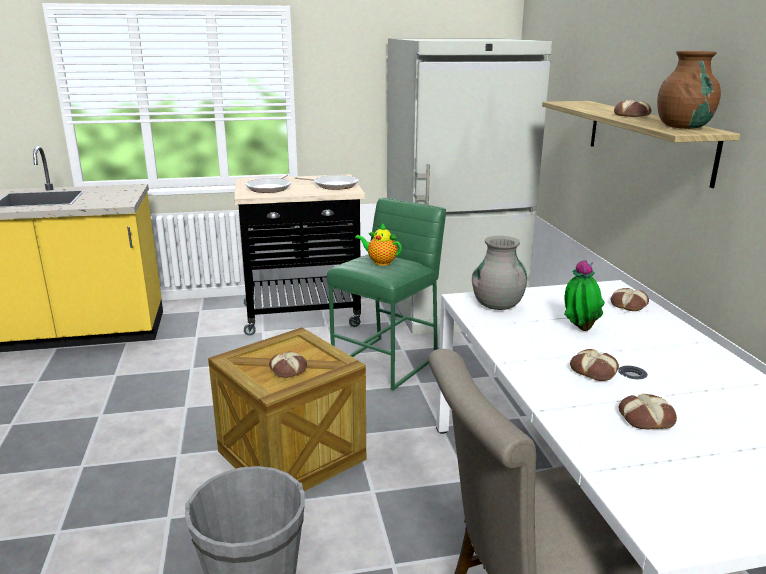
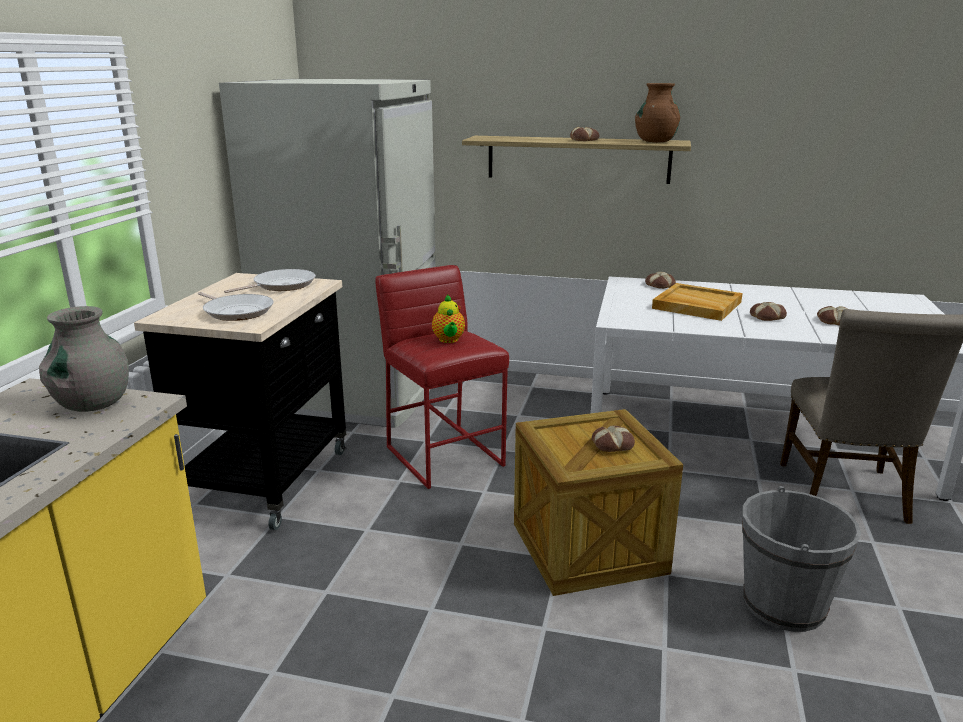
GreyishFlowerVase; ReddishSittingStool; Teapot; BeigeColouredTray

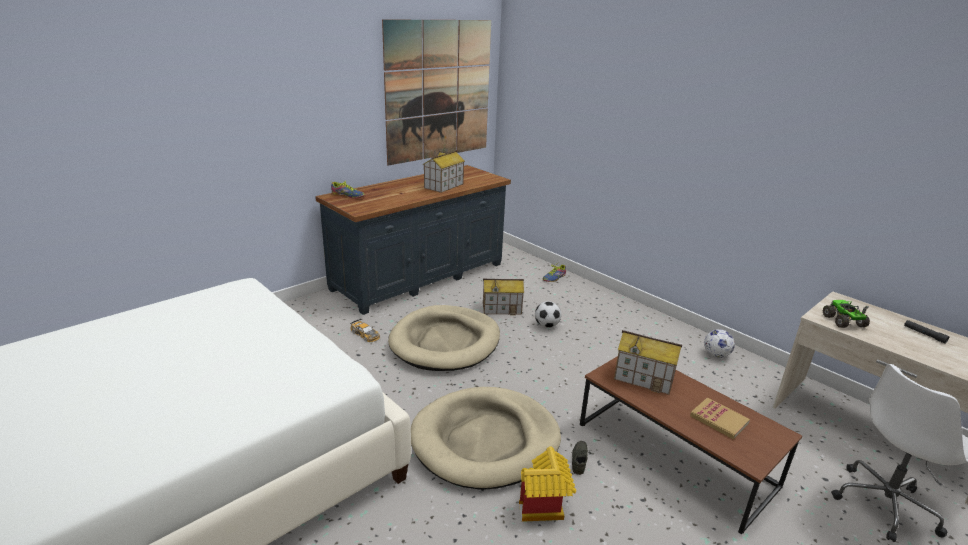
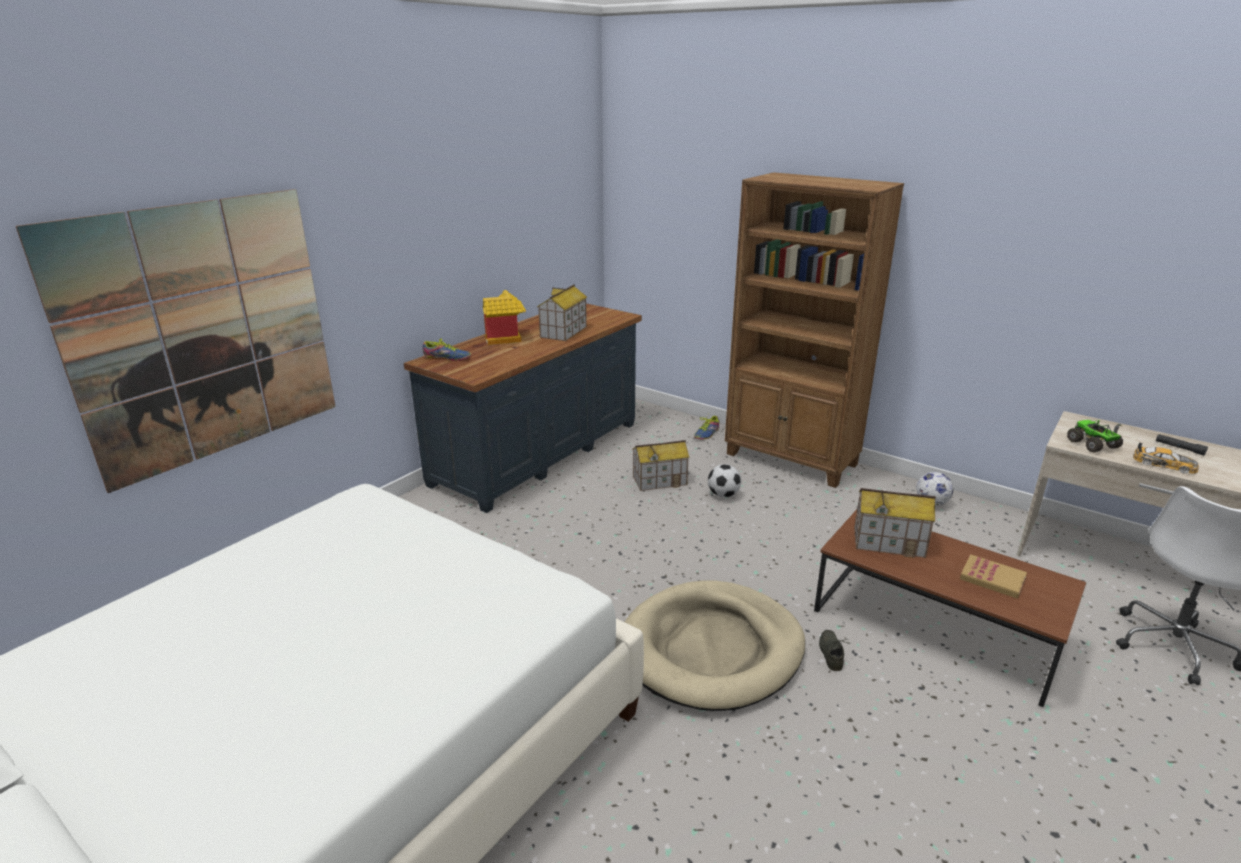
Picture; ToyHouse (1st from left); BrownBookcase; MiniatureCar; BeigeColouredDogBed (1st from left in the first image)

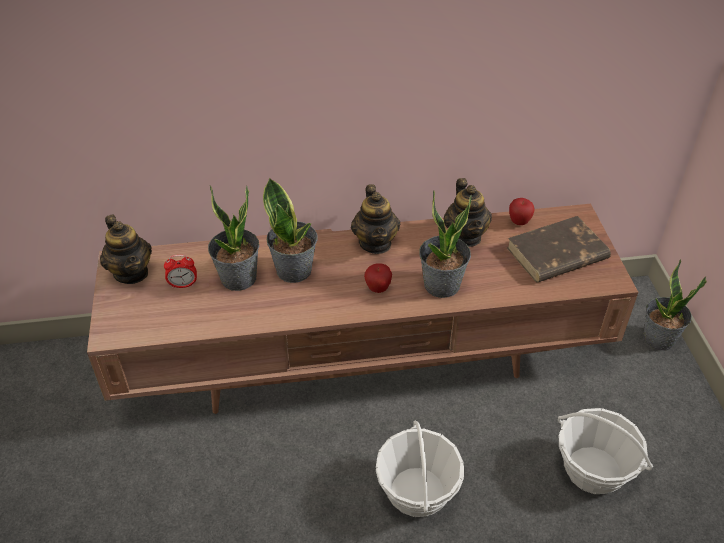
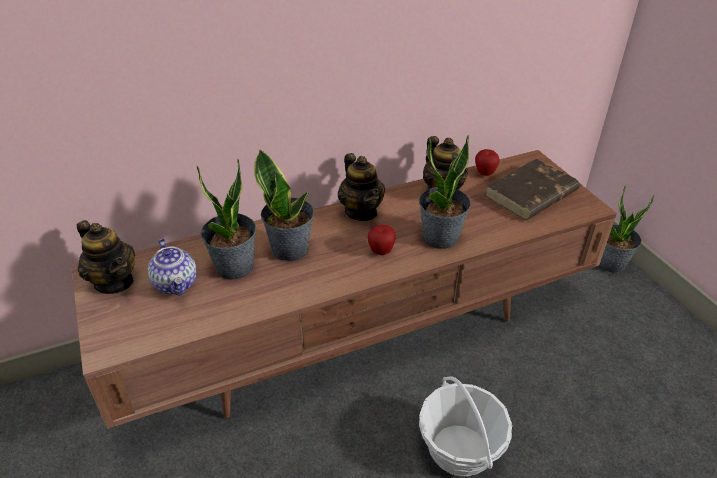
Teapot (2nd from left); StorageBasket (2nd from left in the first image)

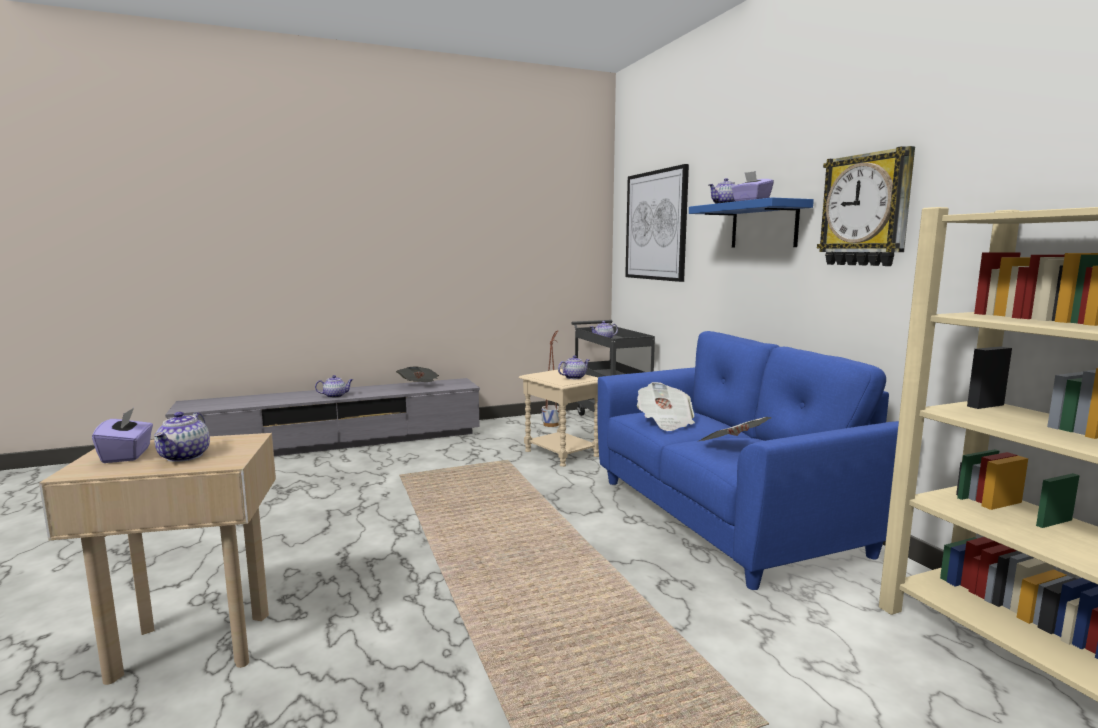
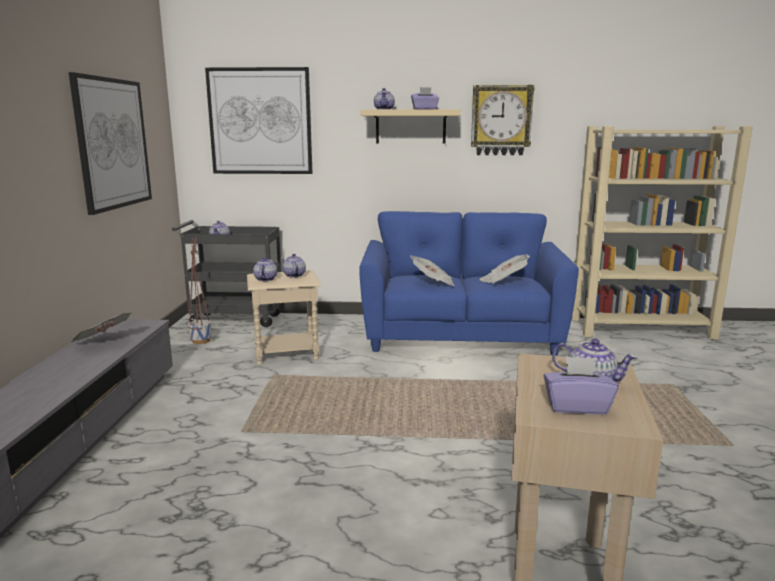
Picture (1st from left); Teapot (2nd from left); BeigeColouredBracketShelf

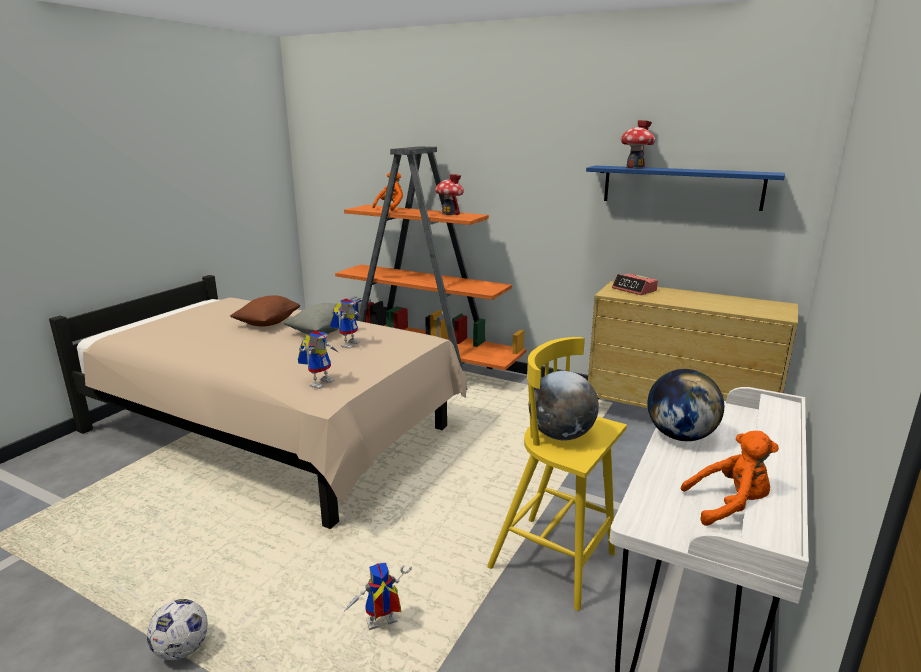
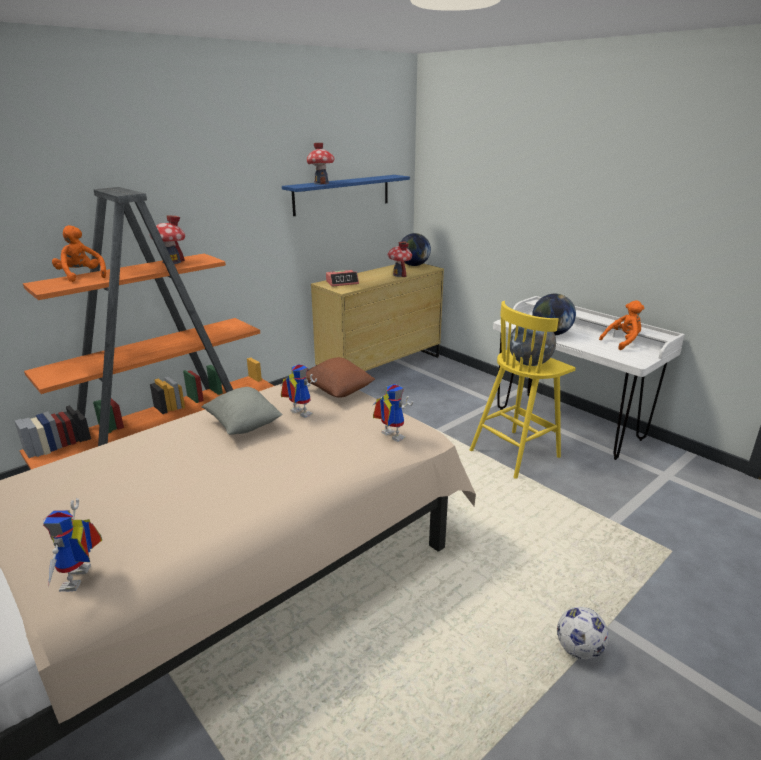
ModelRobot (1st from left); BrownThrowPillow; ToyHouse (3rd from left); WorldGlobe (1st from left); OrangeyCuddlyToy (2nd from left)

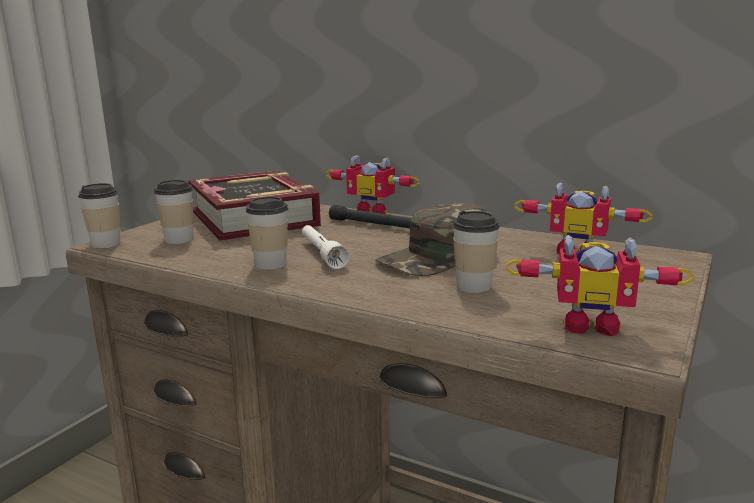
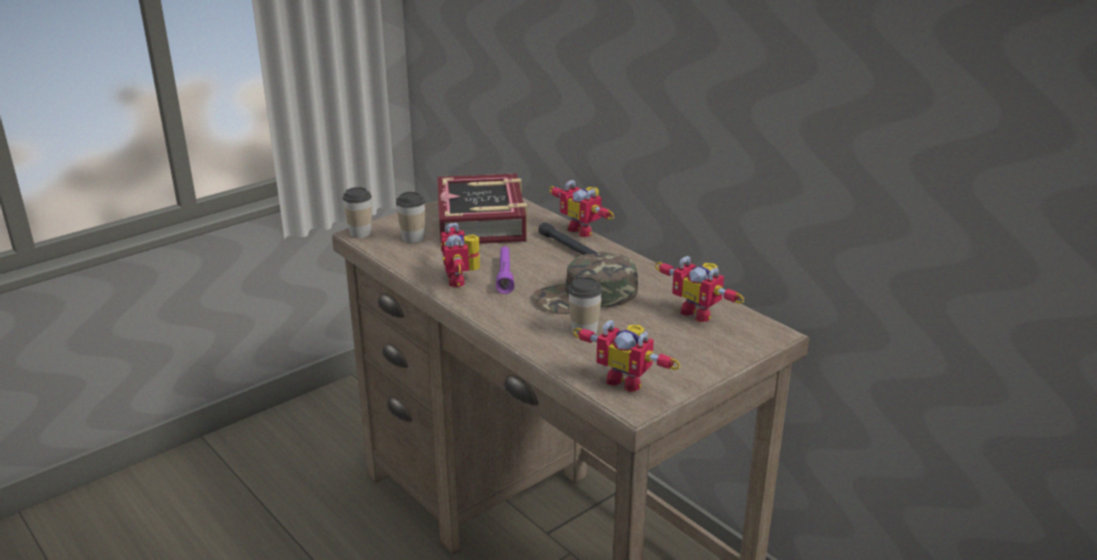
ModelRobot (1st from left); PurplishHandTorch

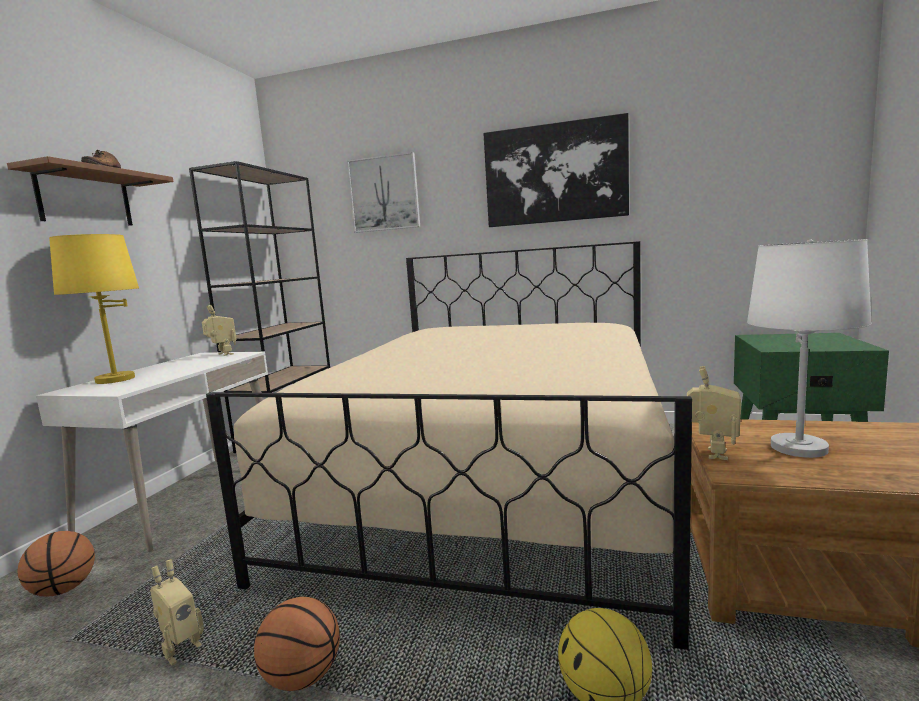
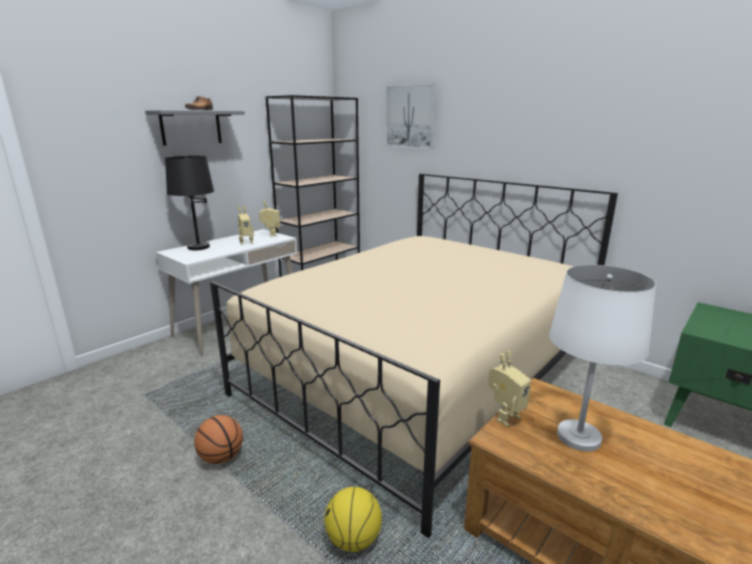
GreyishBracketShelf; BlackColouredTabletopLamp; ModelRobot (1st from left); Basketball (1st from left in the first image); Picture (2nd from left in the first image)

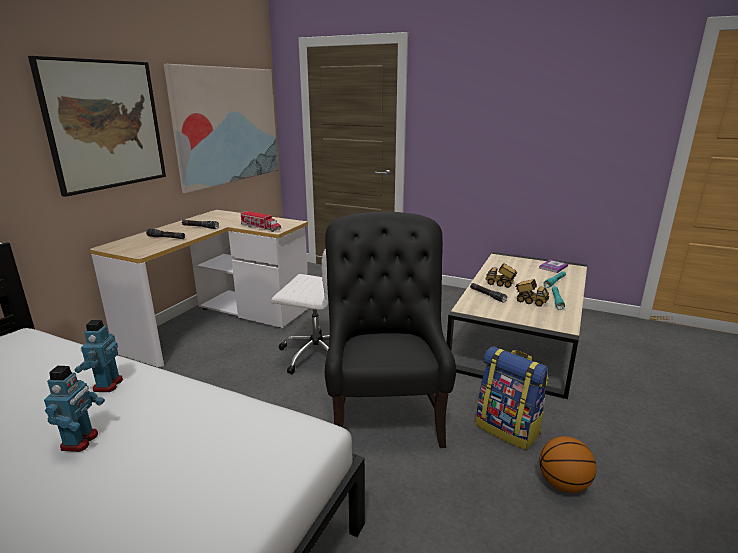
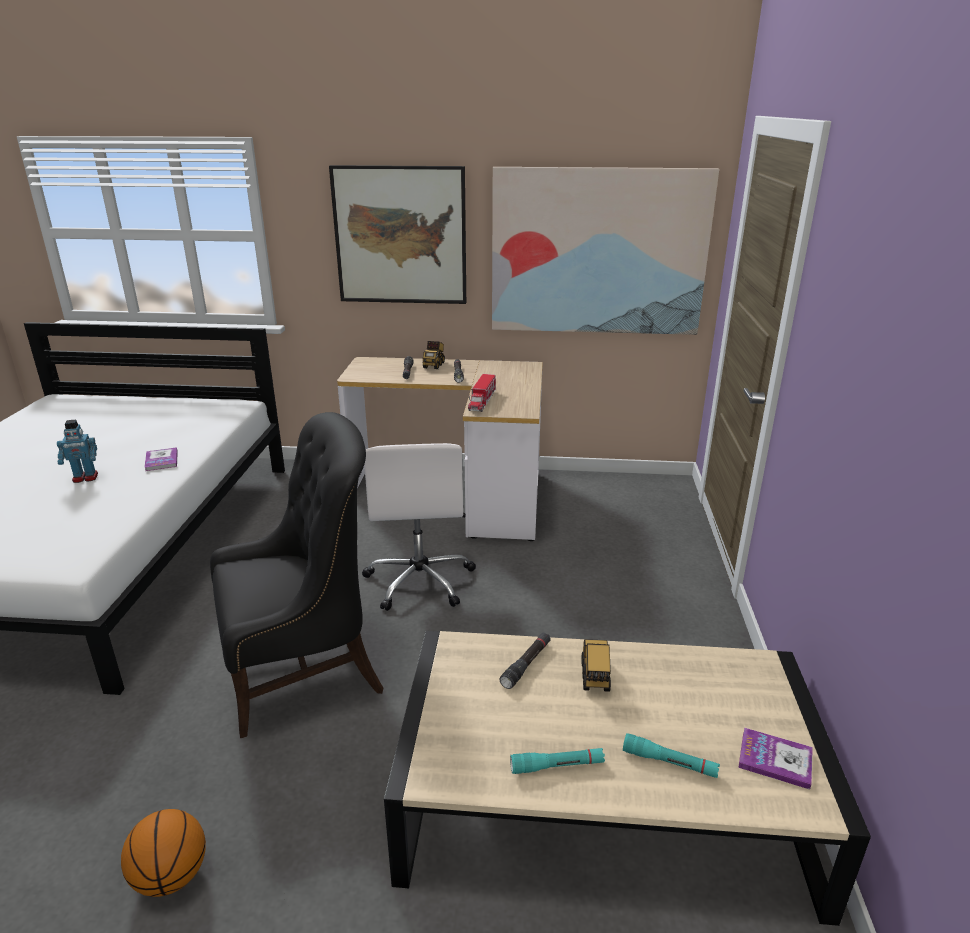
Volume (1st from left); ToyTruck (1st from left); Knapsack

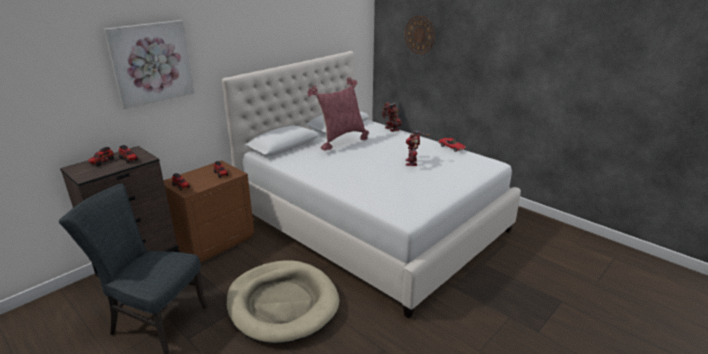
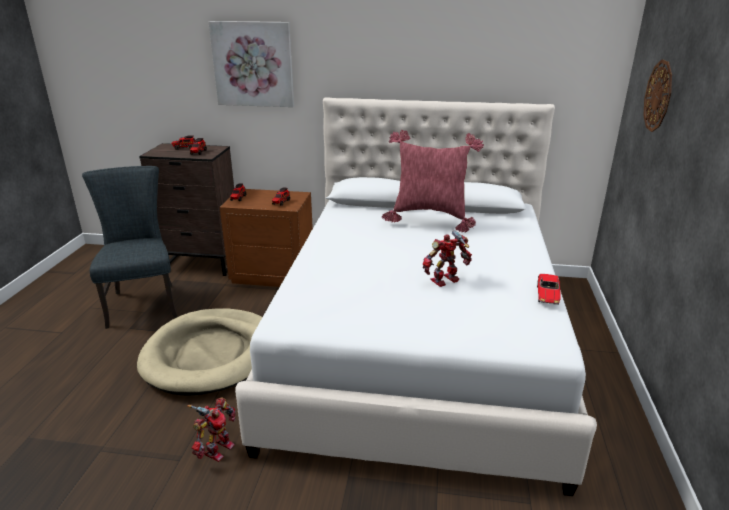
ModelRobot (1st from left)

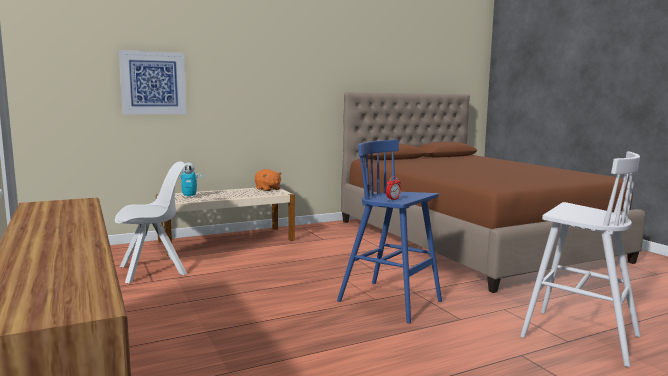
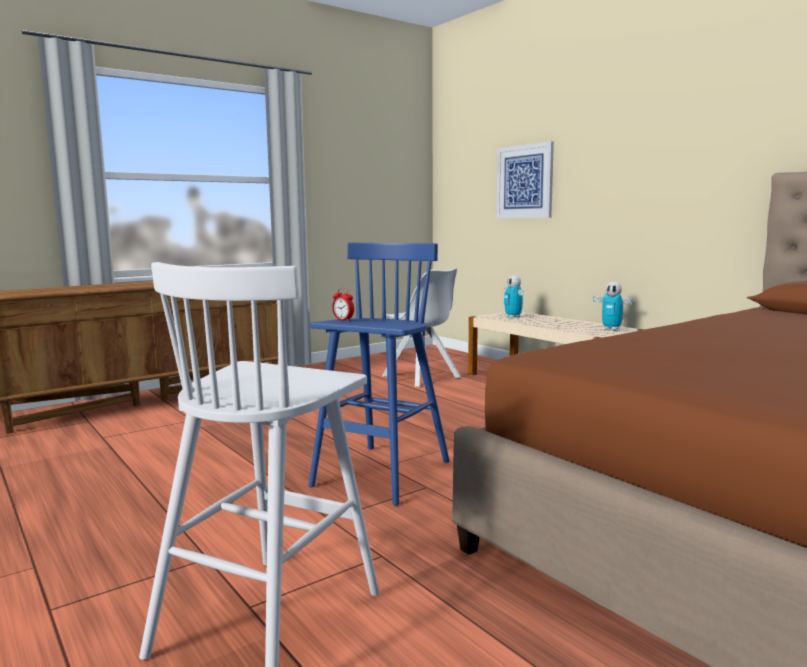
ModelRobot (2nd from left)

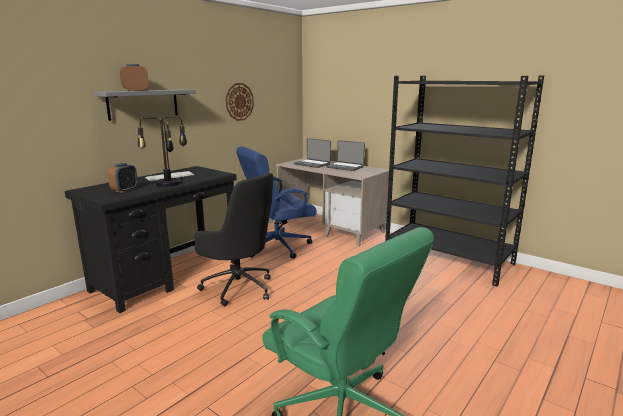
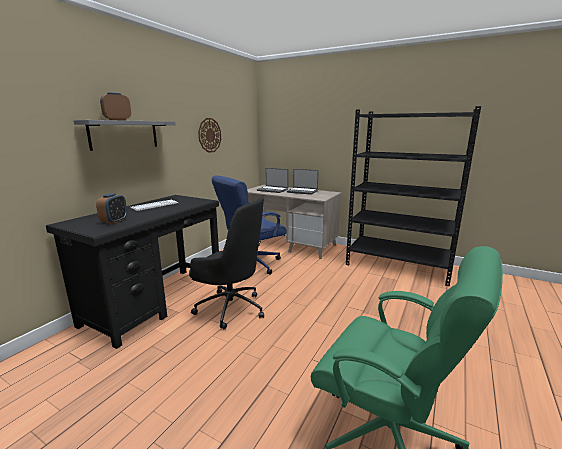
TabletopLamp

